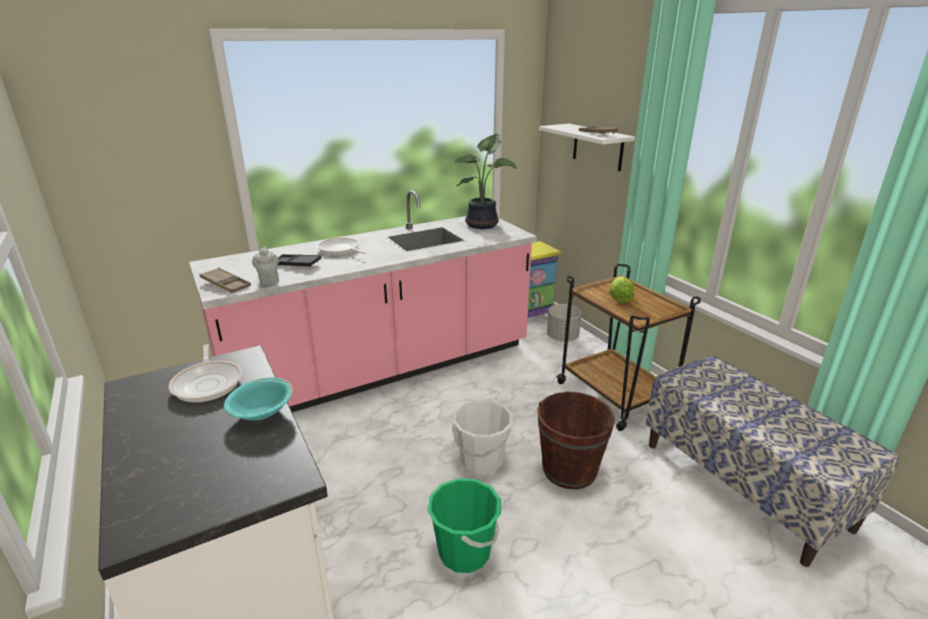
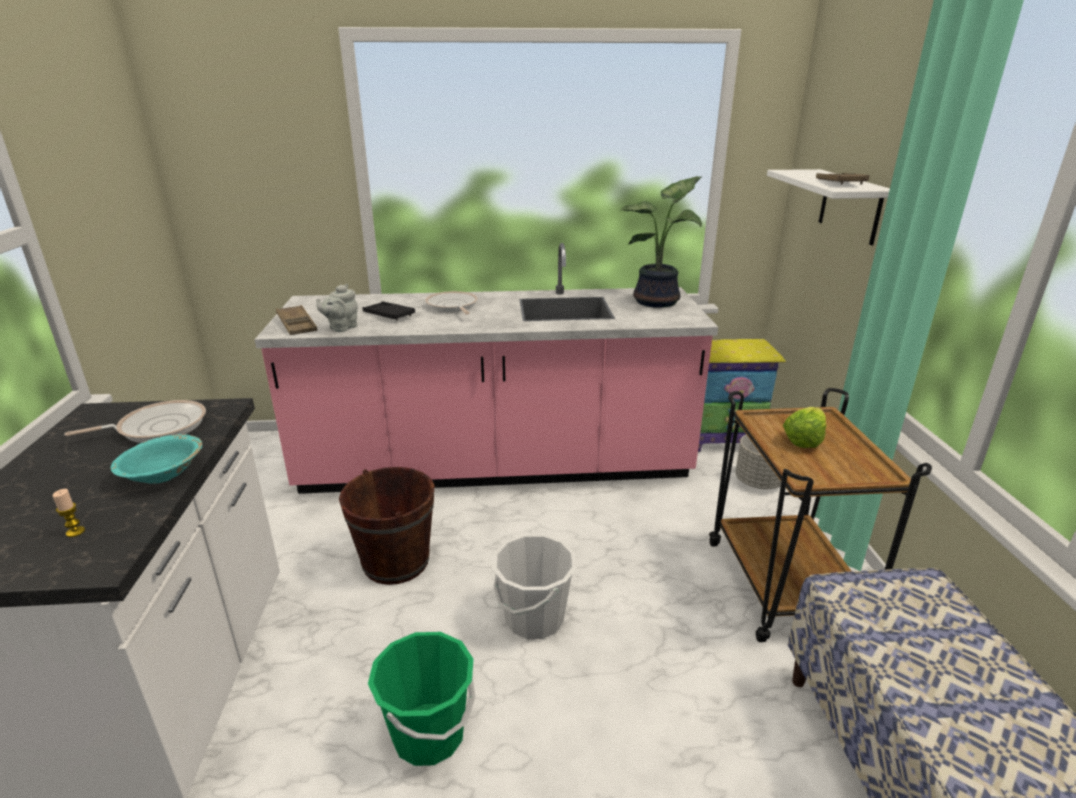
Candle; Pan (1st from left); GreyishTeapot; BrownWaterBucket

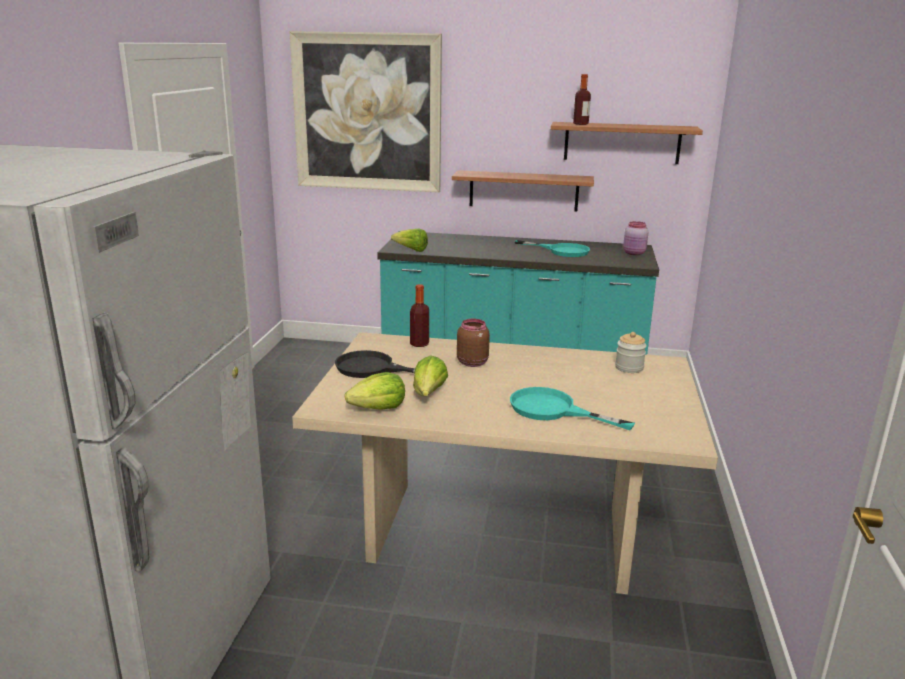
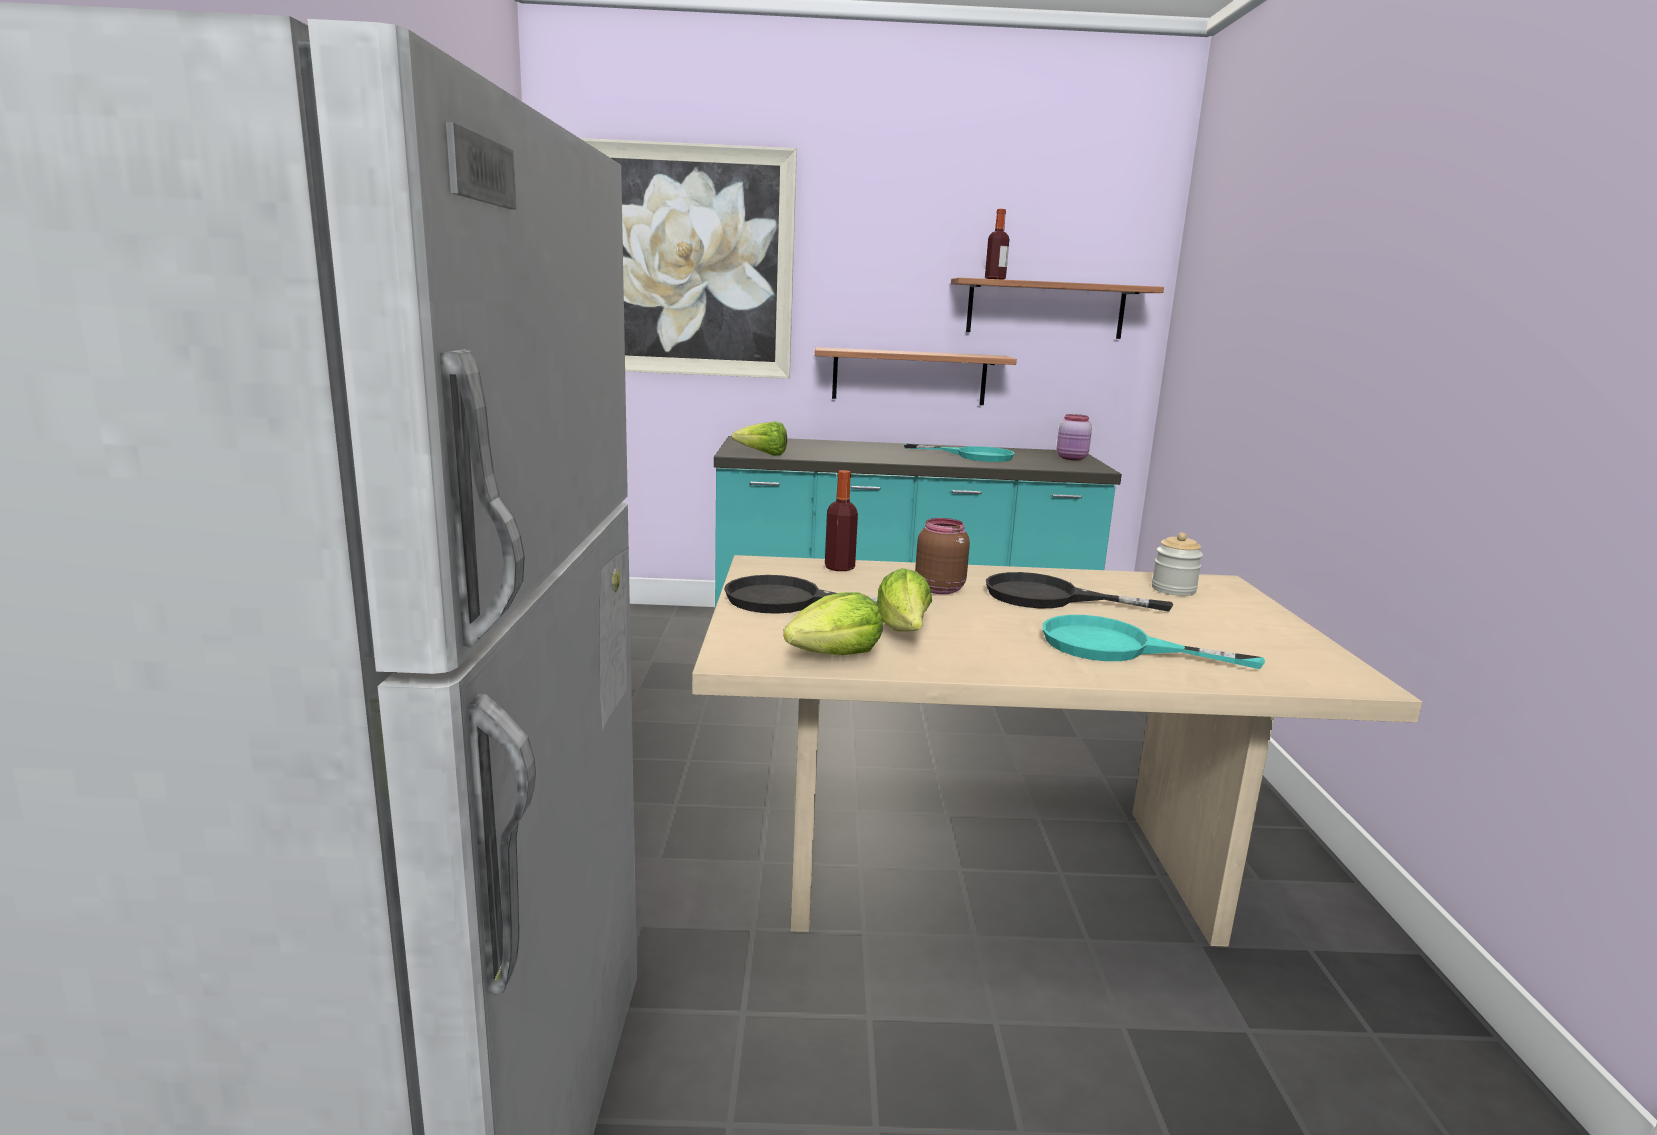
BlackColouredPan (2nd from left)

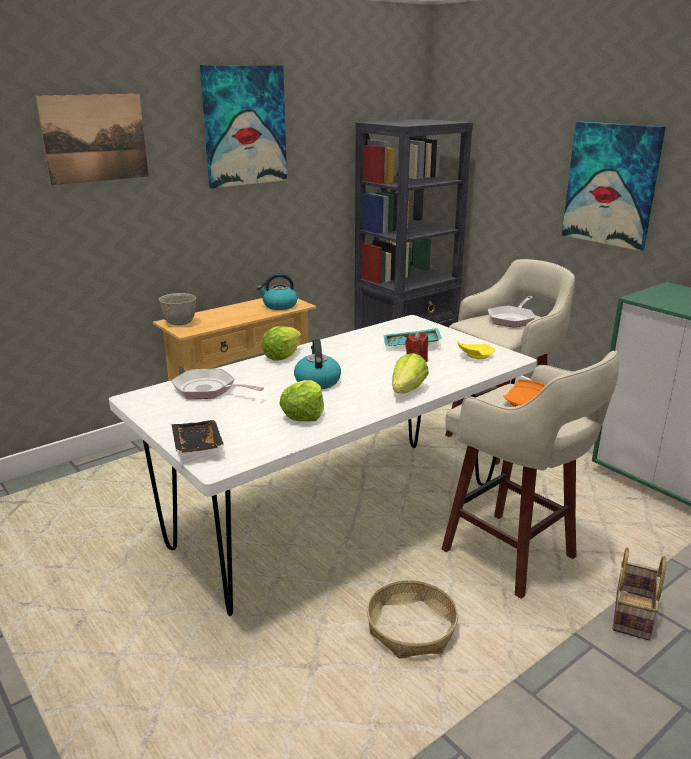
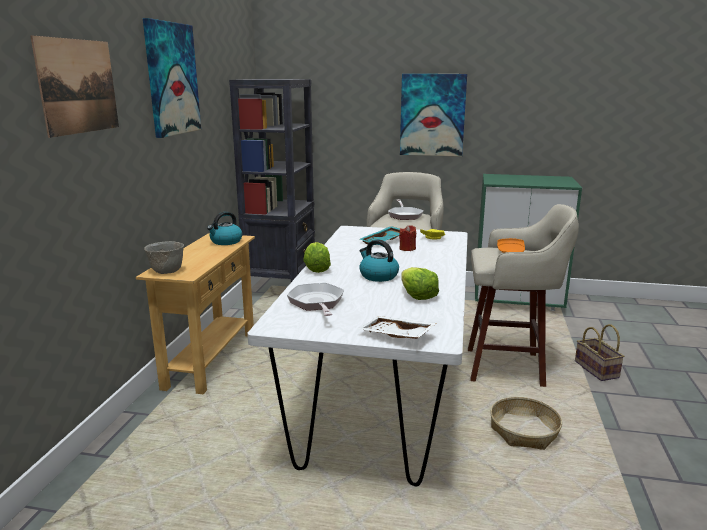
Pan (1st from left); WhiteColouredTray; LettuceHead (3rd from left in the first image)

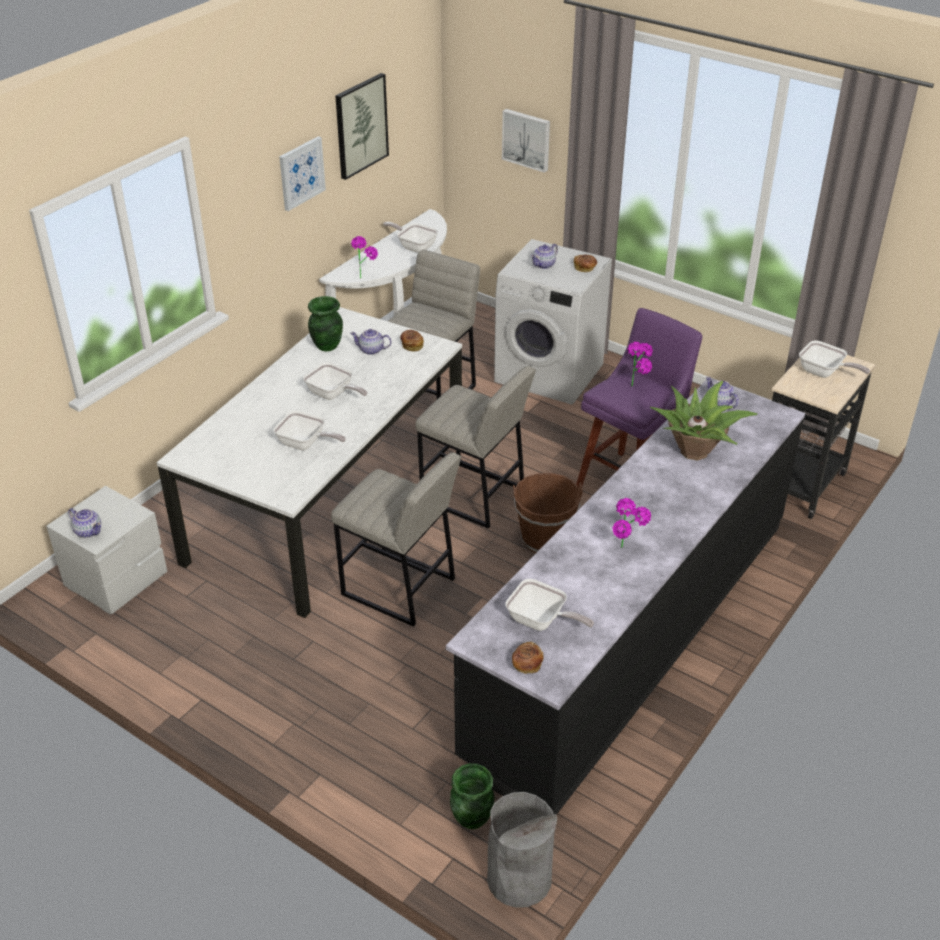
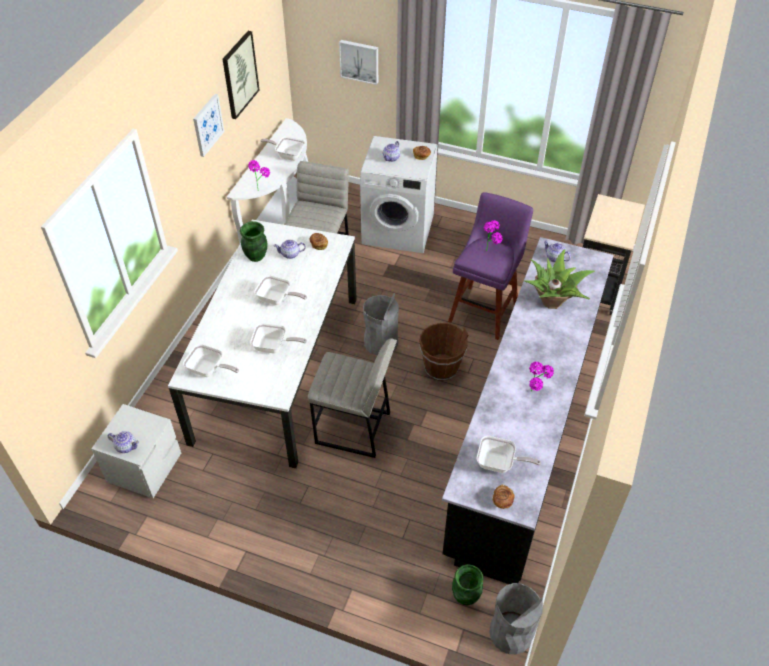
Pan (1st from left); GreyishTrashCan (1st from left)

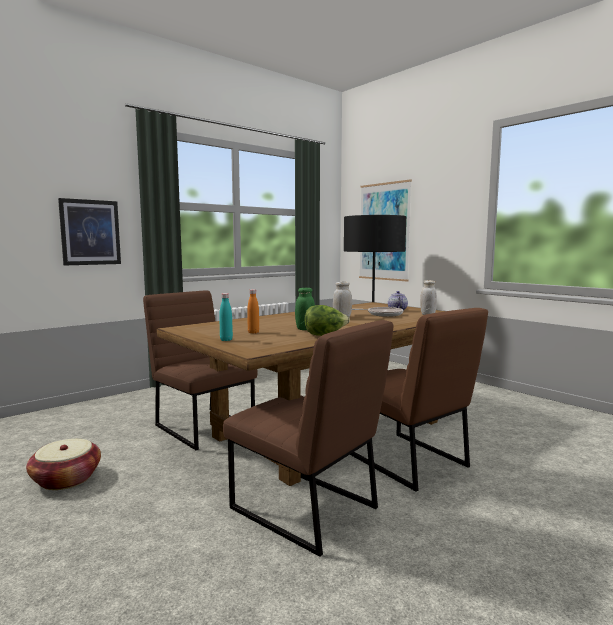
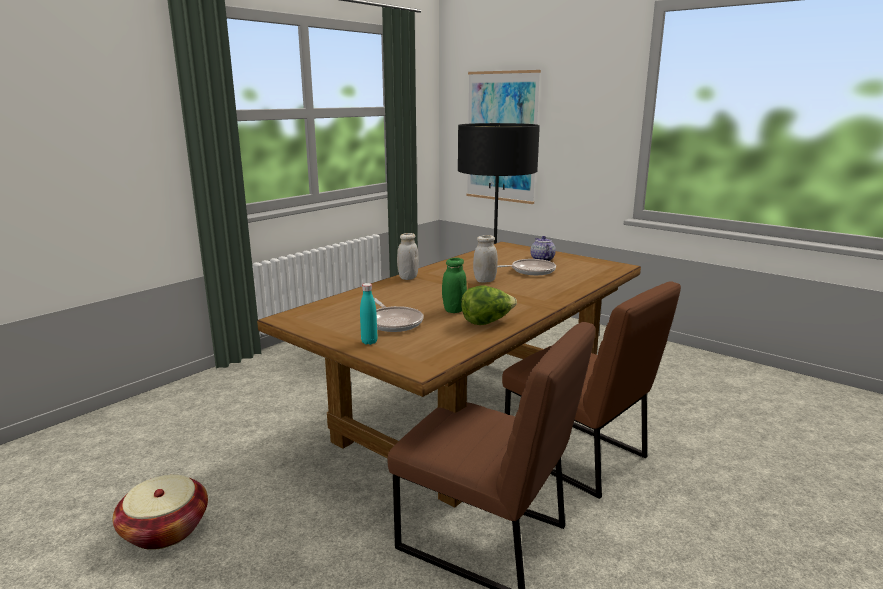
Pan (1st from left); WhiteColouredPreserveJar (1st from left); Picture (1st from left in the first image); BrownUprightChair (1st from left in the first image)

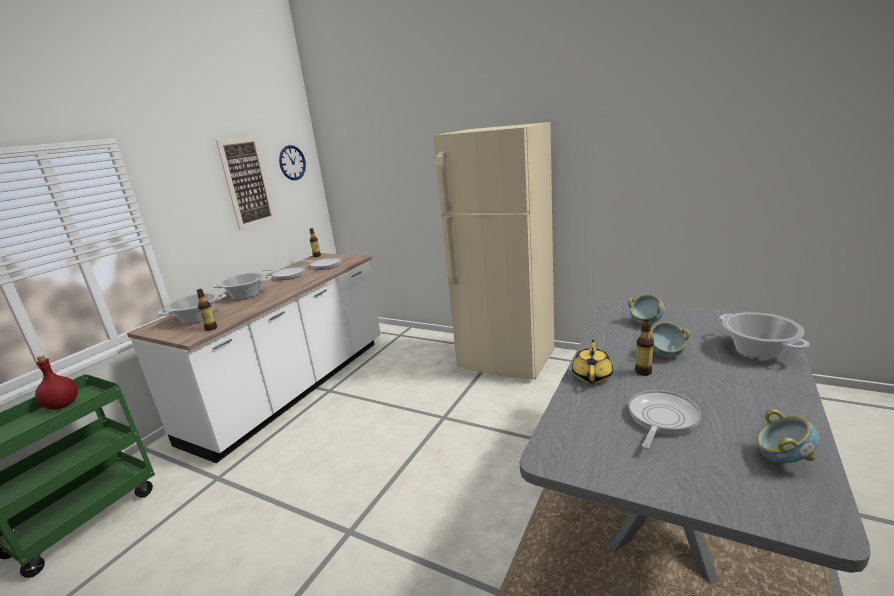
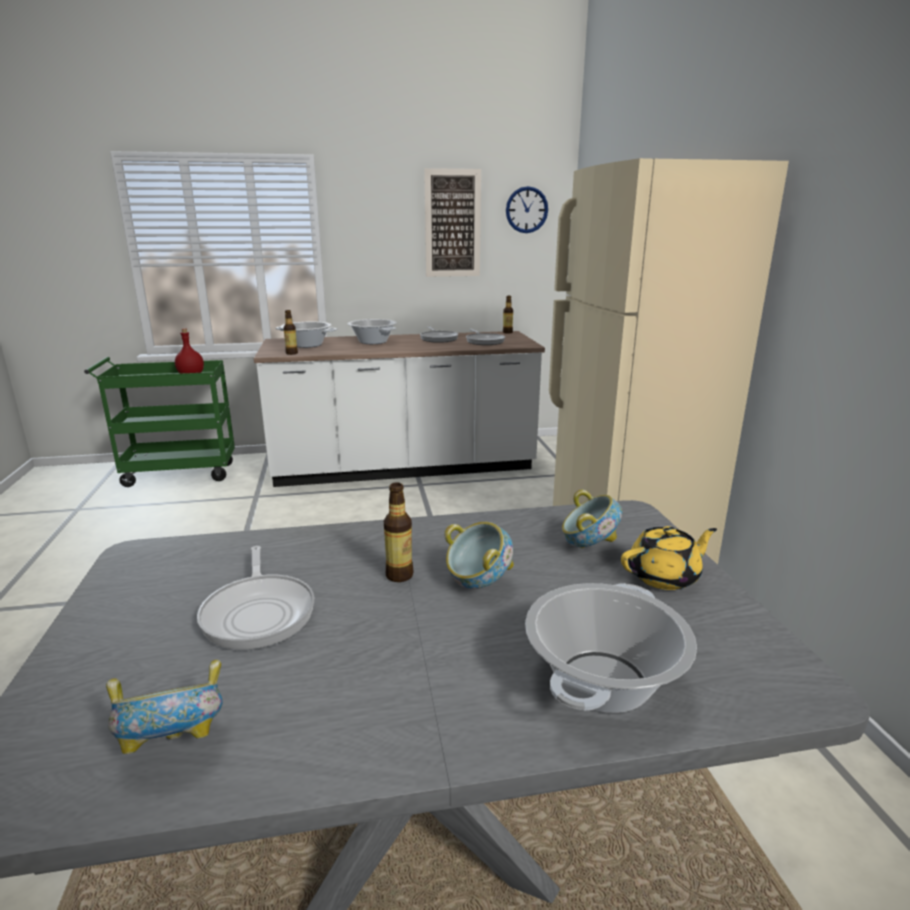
Pan (1st from left); YellowTeapot

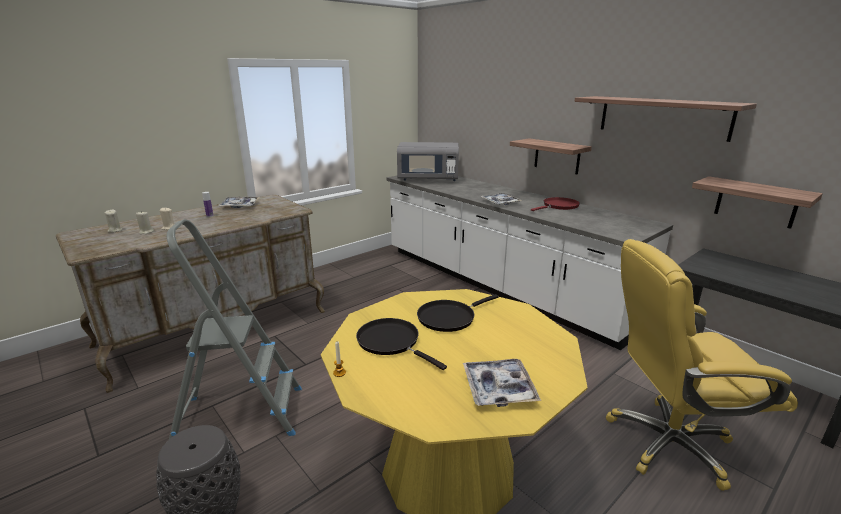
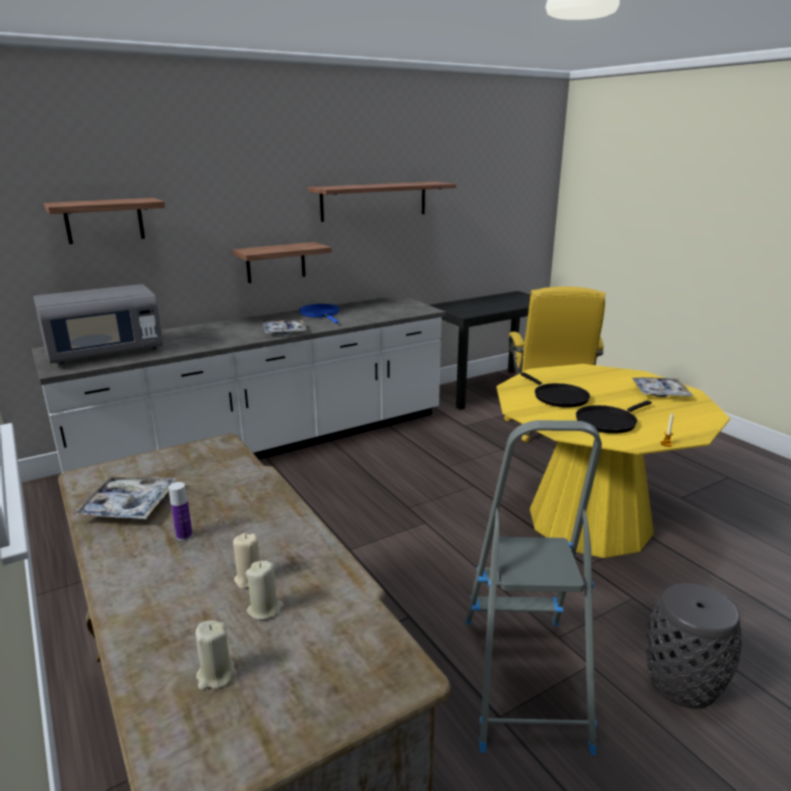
GreyishMicrowave; BracketShelf (1st from left); BluePan

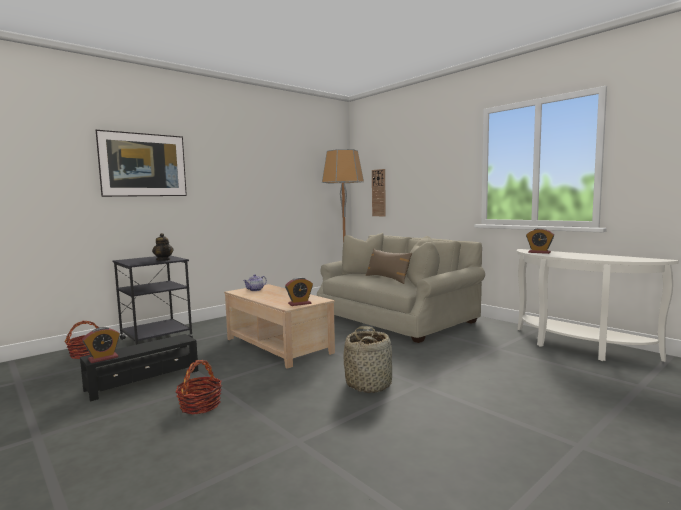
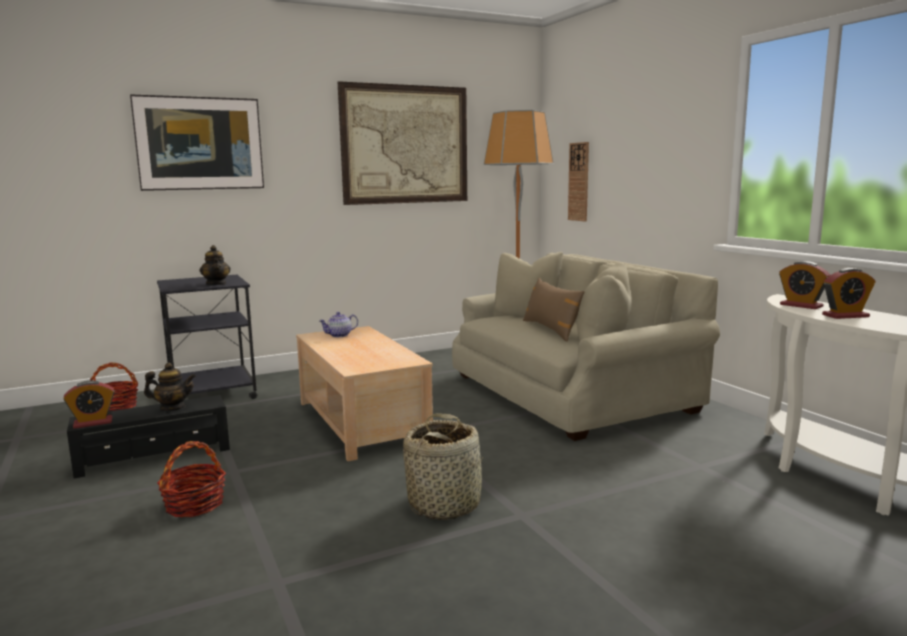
Teapot (1st from left); Picture (2nd from left); AlarmClock (3rd from left)

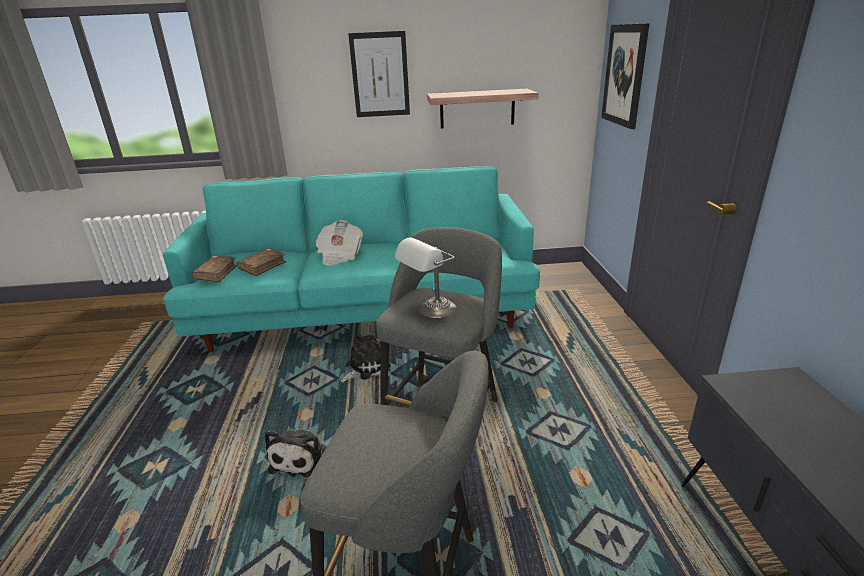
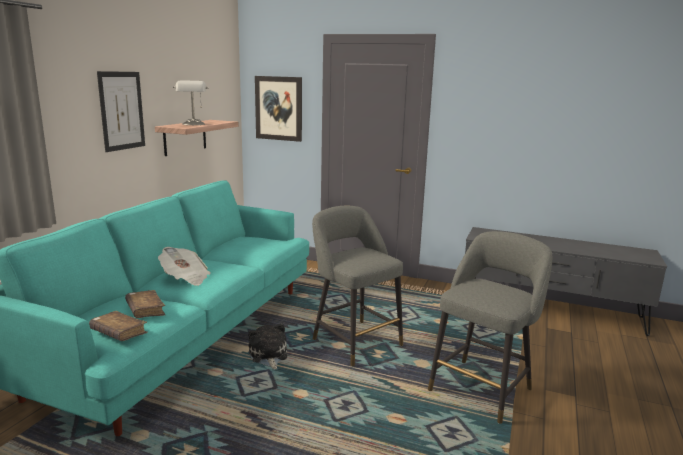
WhiteColouredTabletopLamp; CuddlyToy (1st from left in the first image)

